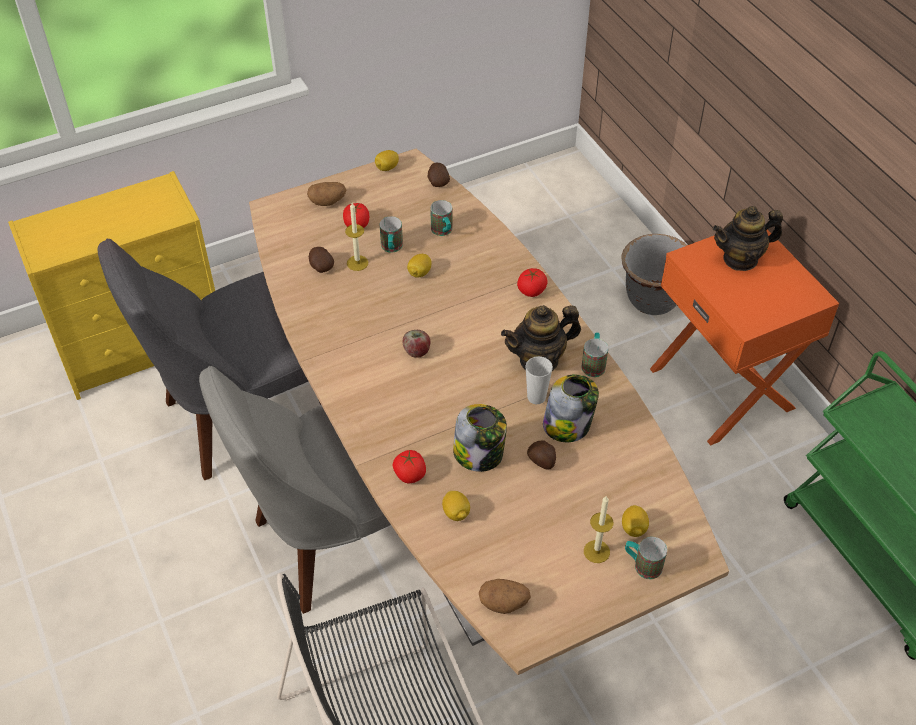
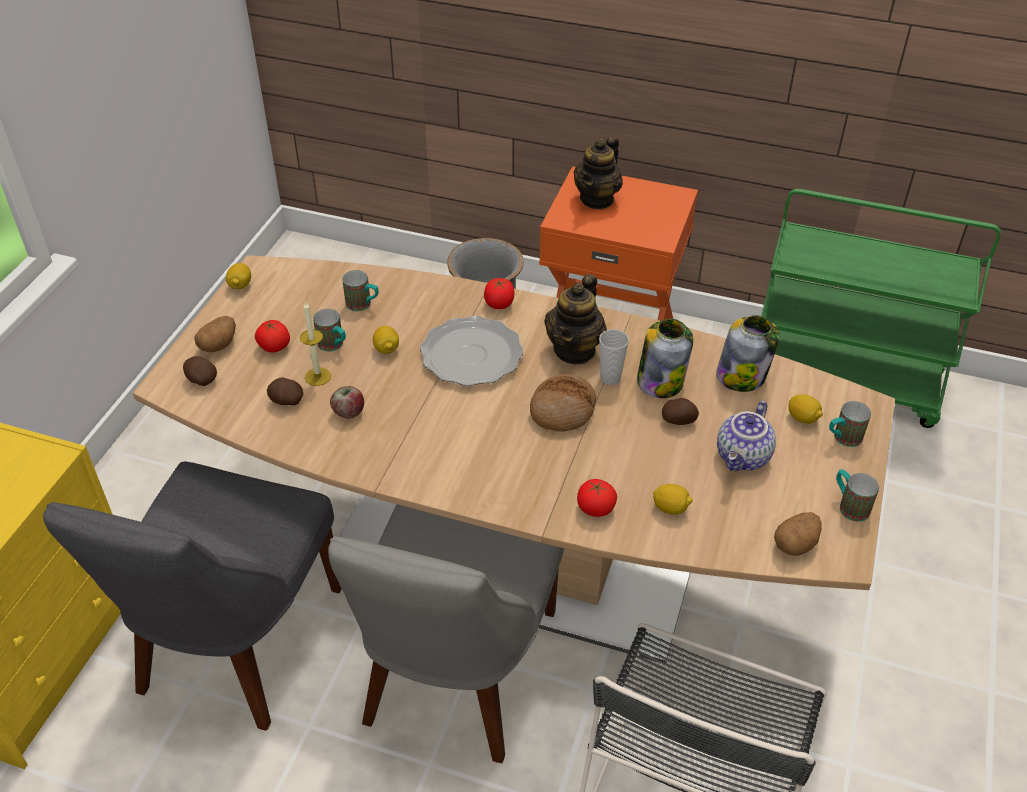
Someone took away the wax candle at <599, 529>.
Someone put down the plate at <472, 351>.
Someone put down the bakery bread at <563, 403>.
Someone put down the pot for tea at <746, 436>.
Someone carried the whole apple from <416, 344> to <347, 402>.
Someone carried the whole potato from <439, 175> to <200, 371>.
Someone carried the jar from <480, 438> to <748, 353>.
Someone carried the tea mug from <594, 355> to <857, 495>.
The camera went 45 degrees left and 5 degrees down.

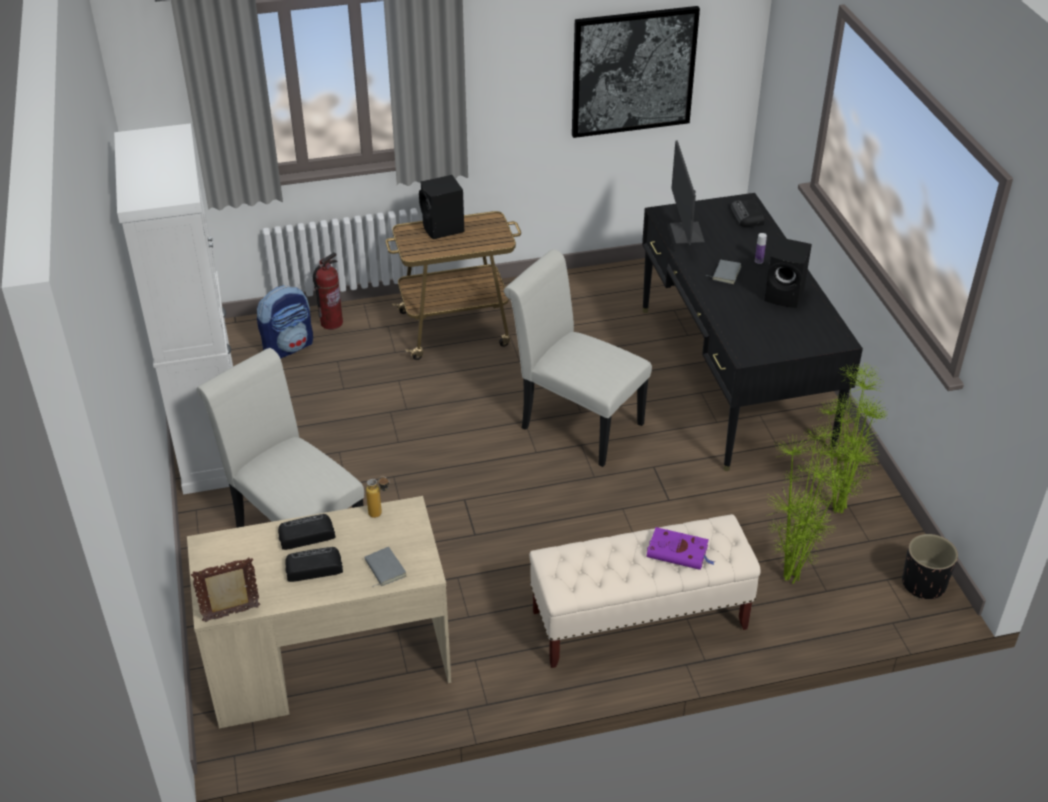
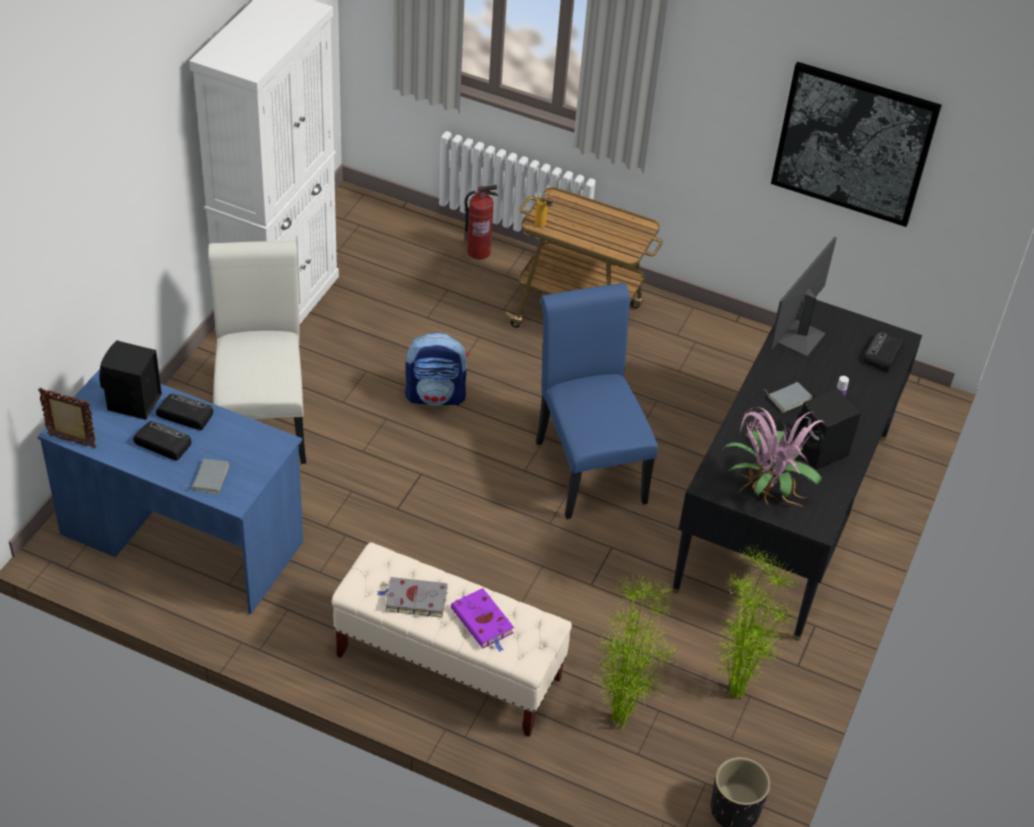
Someone put down the greyish bound book at <412, 597>.
Someone put down the plant in a pot at <773, 457>.
Someone carried the backpack from <285, 322> to <437, 369>.
Someone carried the bottle from <377, 497> to <544, 210>.
Someone carried the black-coloured audio speaker from <441, 207> to <130, 380>.
Someone repainted the beige desk at <319, 612>, which became the blue desk at <170, 491>.
Someone repainted the white upright chair at <578, 358>, which became the blue upright chair at <597, 401>.
The camera went 35 degrees right and 5 degrees up.

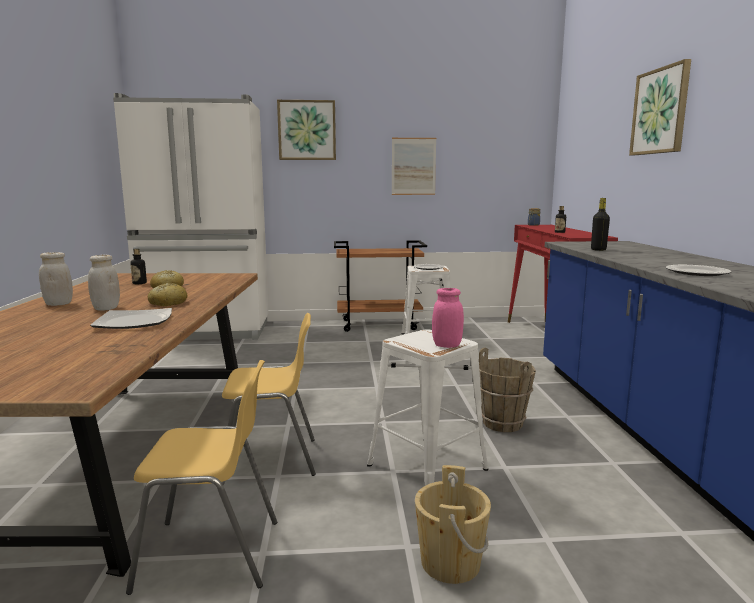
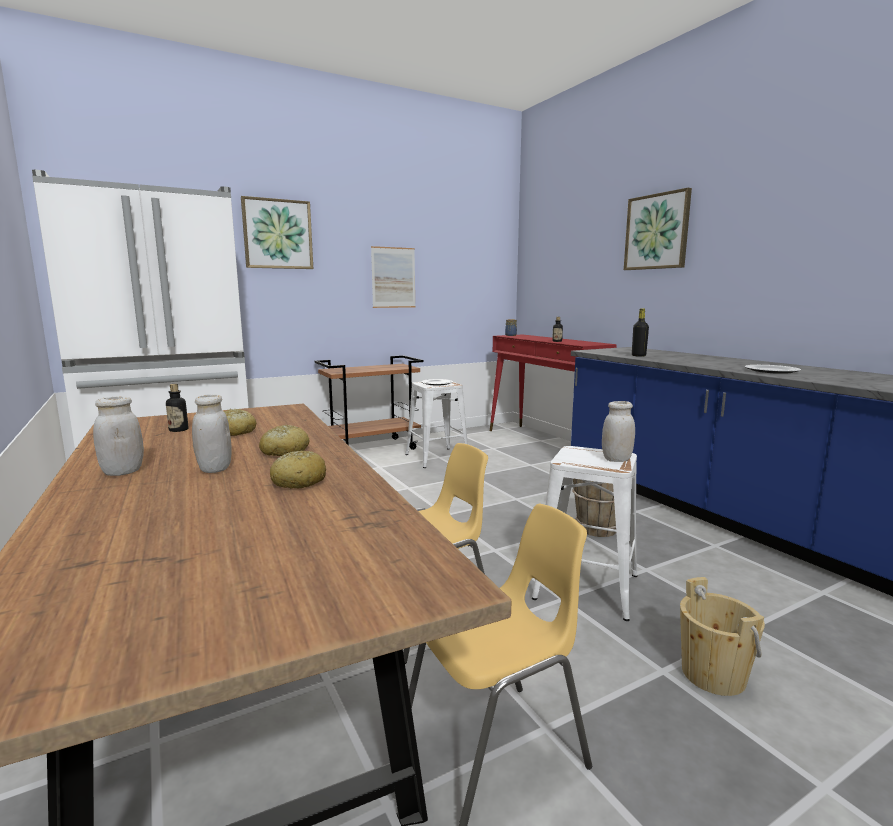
Someone swapped the plate at <131, 318> for the bakery bread at <298, 470>.
Someone repainted the pinkish jar at <448, 318>, which became the white jar at <618, 431>.
The camera went 25 degrees left and 0 degrees up.

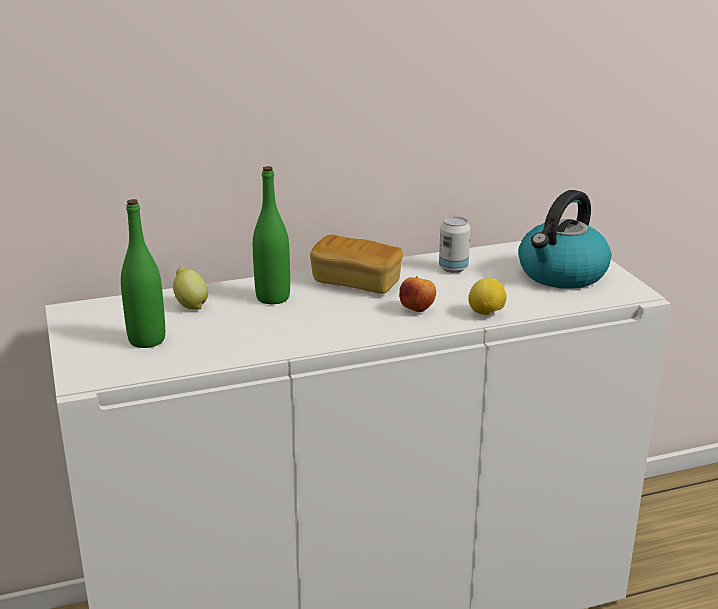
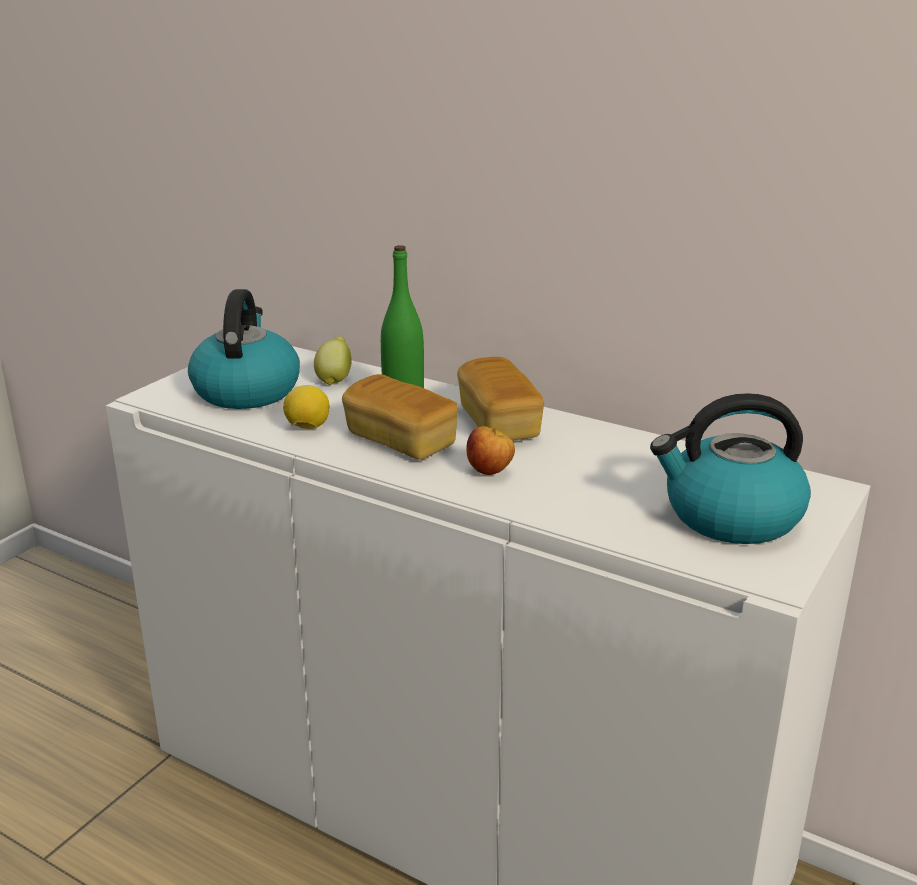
Someone took away the sealed can at <454, 244>.
Someone put down the bakery bread at <400, 417>.
Someone carried the lemon from <487, 296> to <306, 407>.
Someone swapped the green bottle at <143, 273> for the water kettle at <244, 349>.
The camera went 50 degrees right and 0 degrees up.

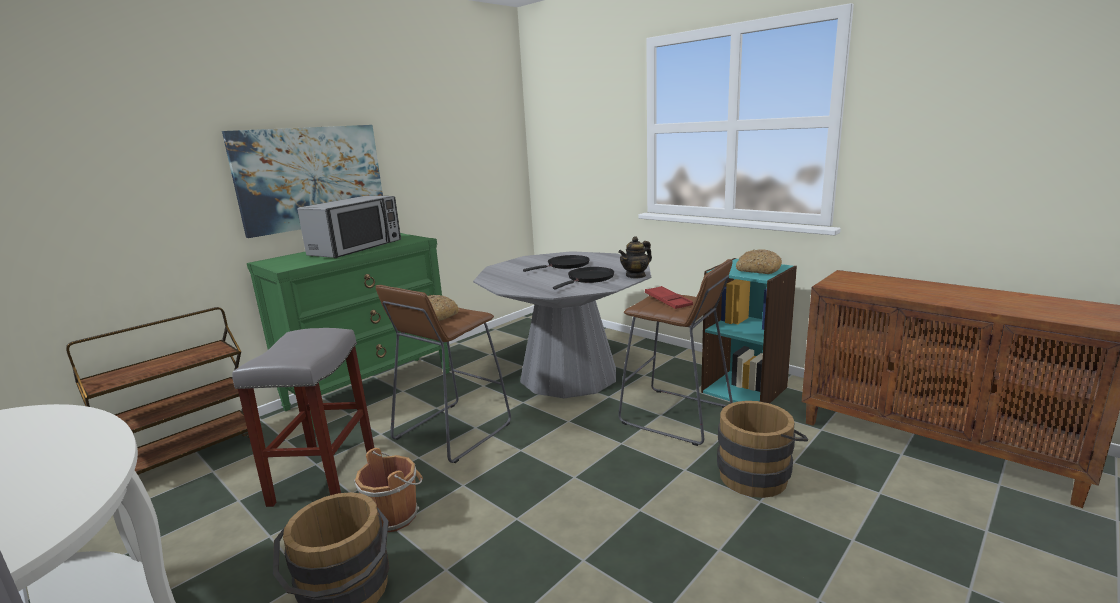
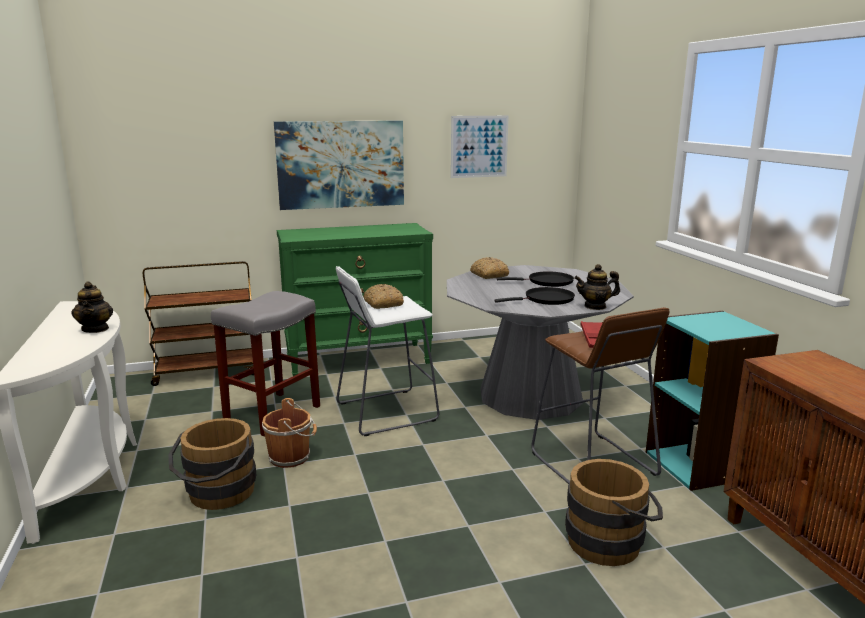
Someone took away the microwave oven at <349, 227>.
Someone put down the pot for tea at <92, 307>.
Someone put up the picture at <480, 147>.
Someone carried the bakery bread from <759, 261> to <490, 268>.
Someone repainted the brownish sitting stool at <443, 374>, which became the white sitting stool at <387, 351>.
The camera went 30 degrees right and 0 degrees up.

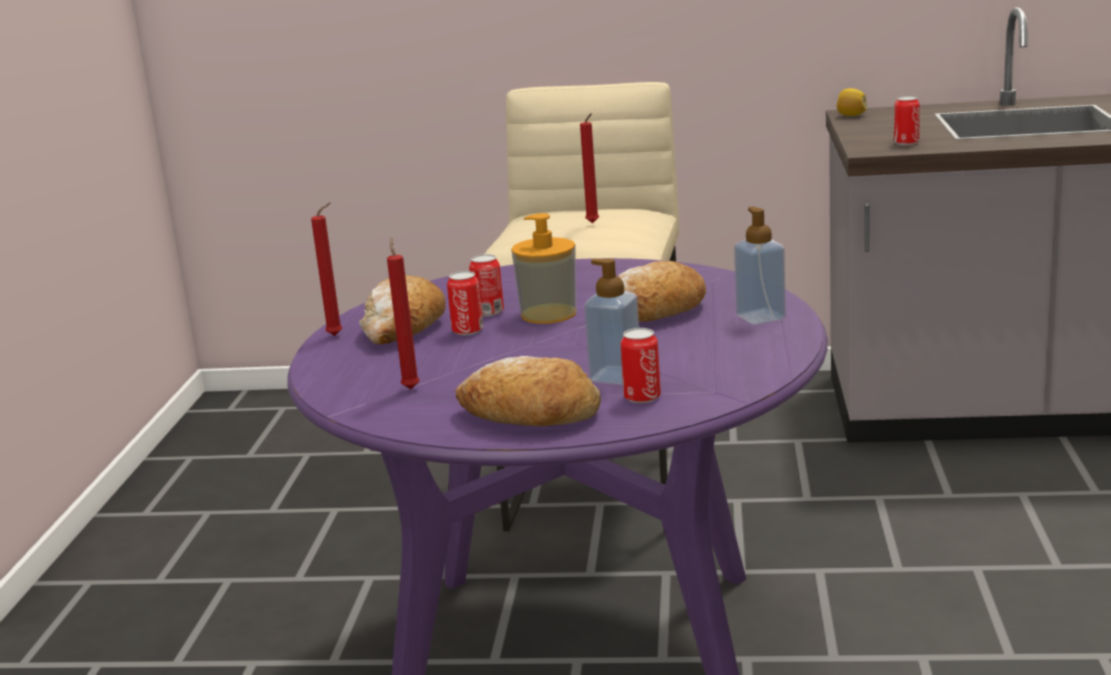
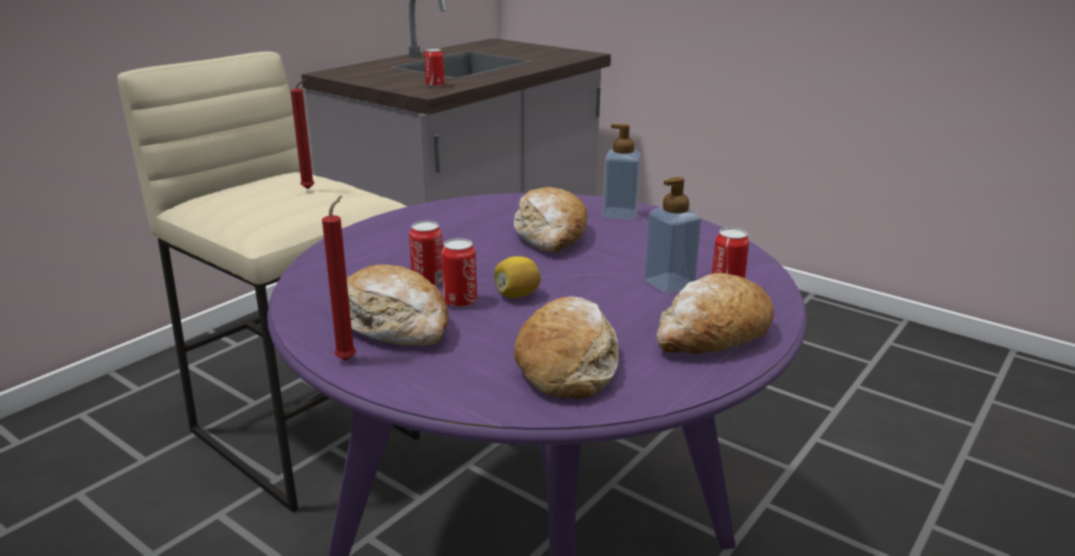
Someone took away the liquid soap bottle at <544, 268>.
Someone carried the lemon from <852, 102> to <517, 277>.
Someone swapped the reddish wax candle at <403, 313> for the bakery bread at <566, 347>.
The camera went 60 degrees left and 5 degrees up.

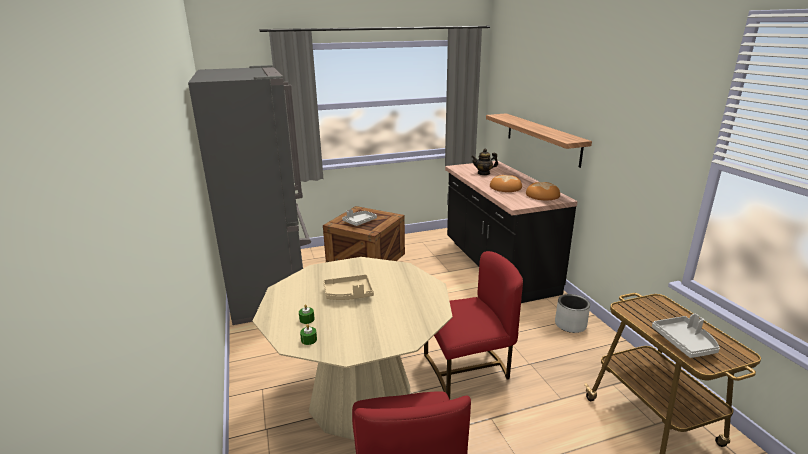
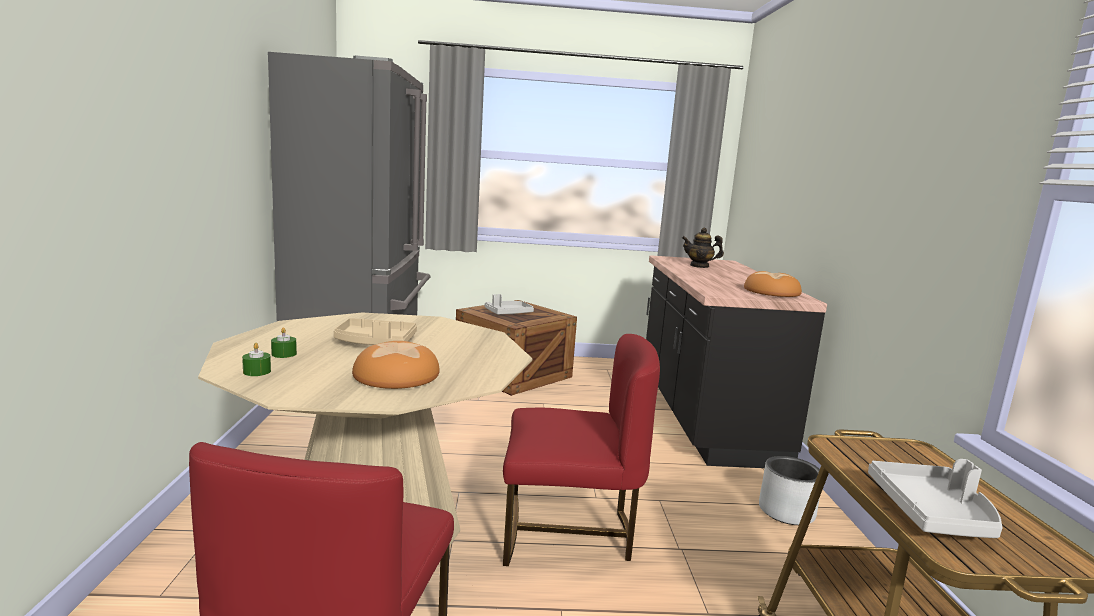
Someone took away the shelf at <539, 141>.
Someone carried the bakery bread from <506, 183> to <396, 365>.
The camera went 15 degrees right and 10 degrees down.

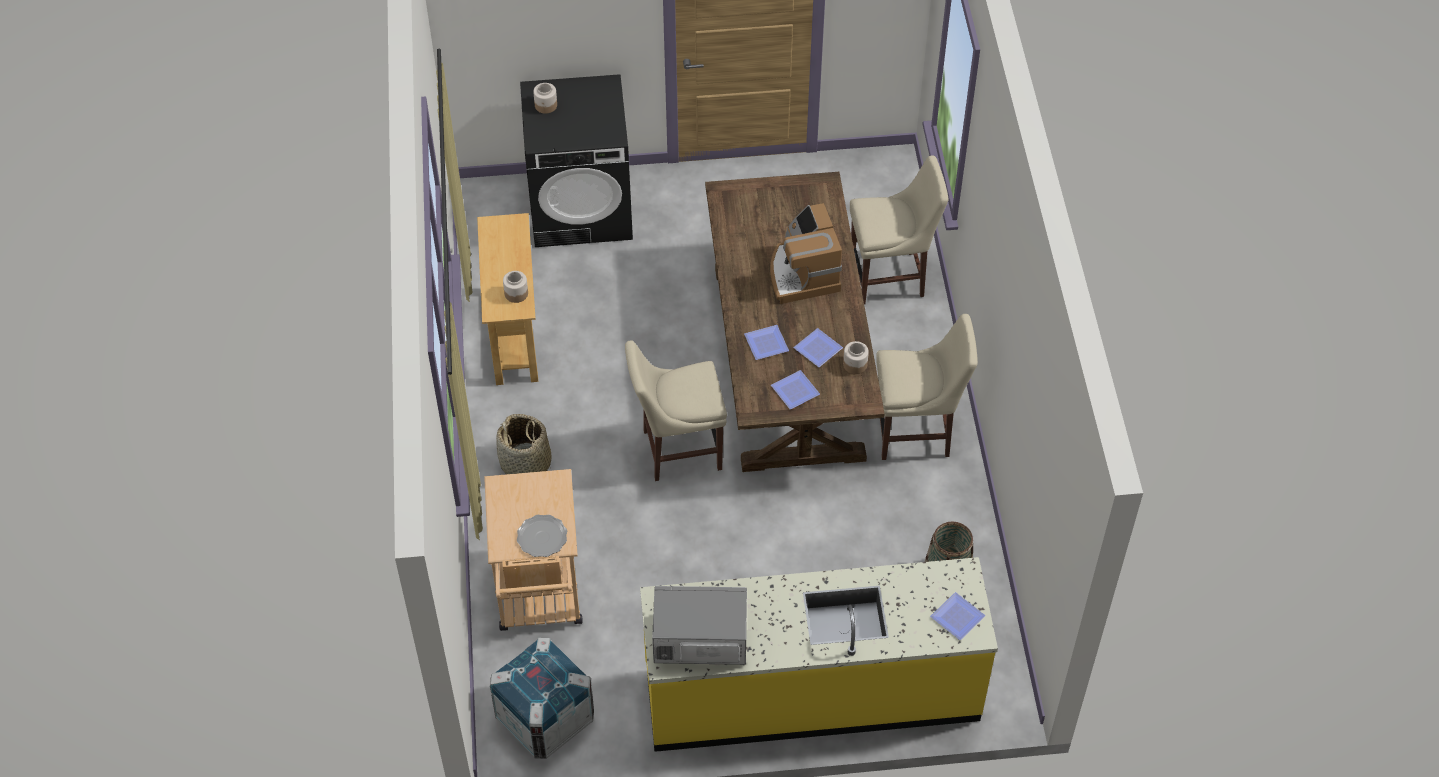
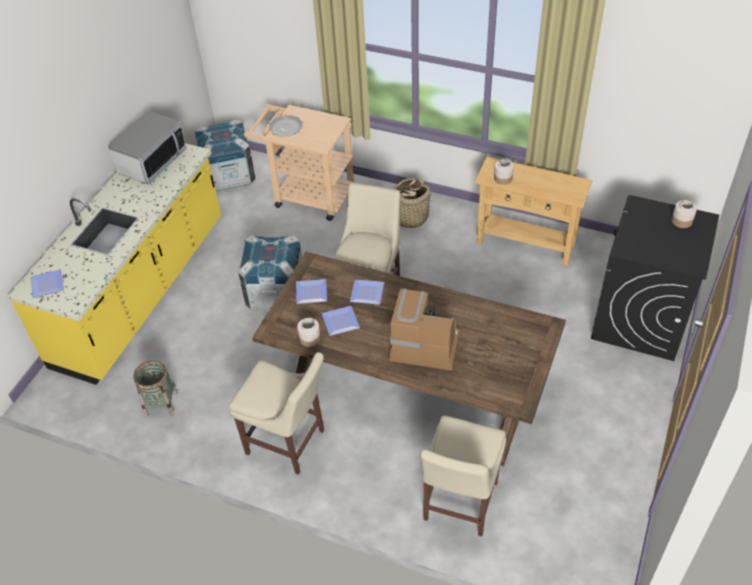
Someone put down the crate at <270, 273>.
Someone rotated the beige upright chair at <927, 387> by 90 degrees counterclockwise.
The camera went 120 degrees right and 5 degrees down.

